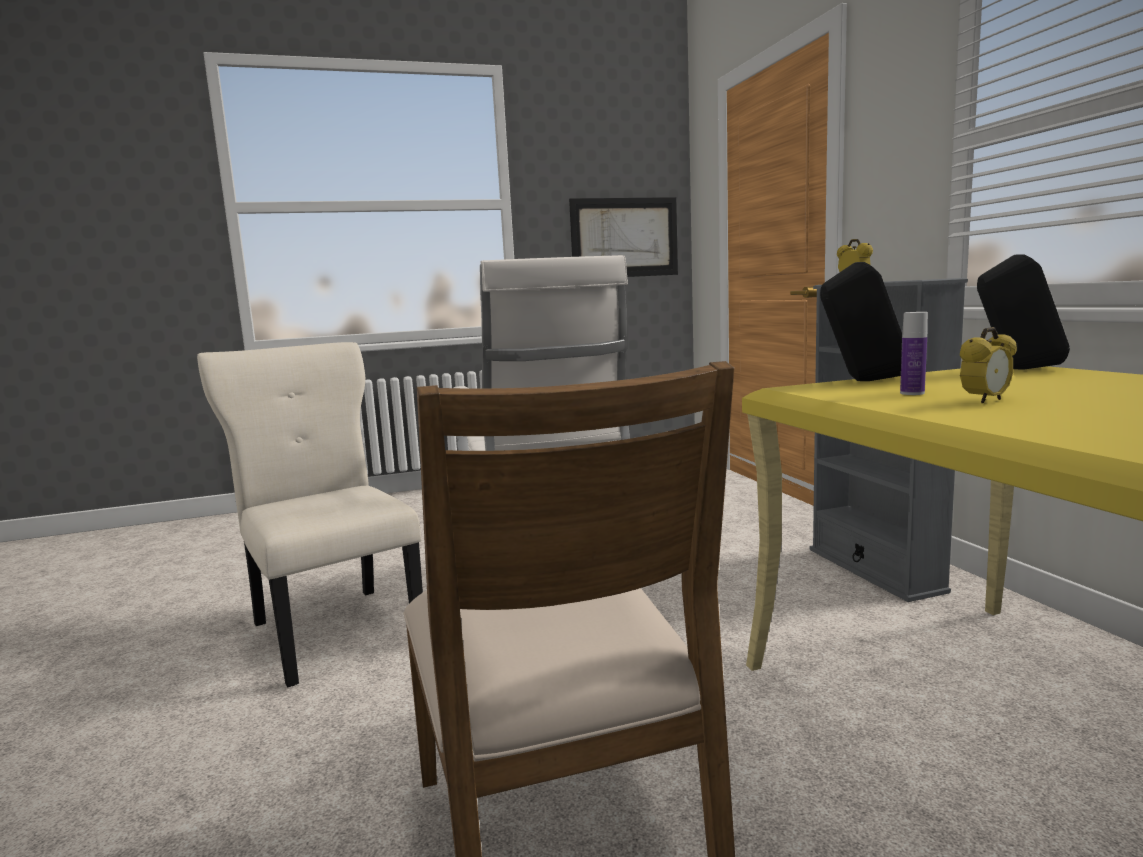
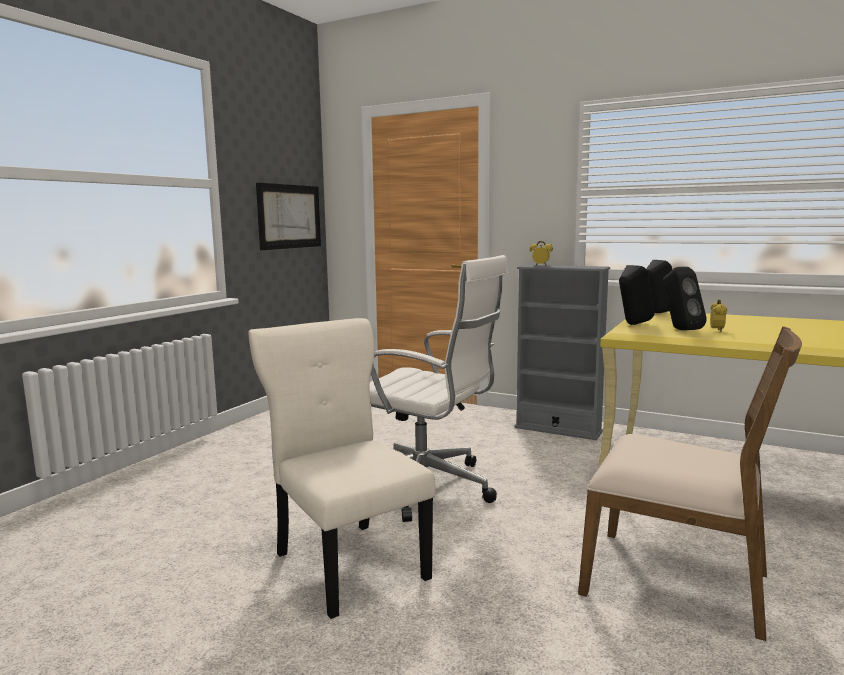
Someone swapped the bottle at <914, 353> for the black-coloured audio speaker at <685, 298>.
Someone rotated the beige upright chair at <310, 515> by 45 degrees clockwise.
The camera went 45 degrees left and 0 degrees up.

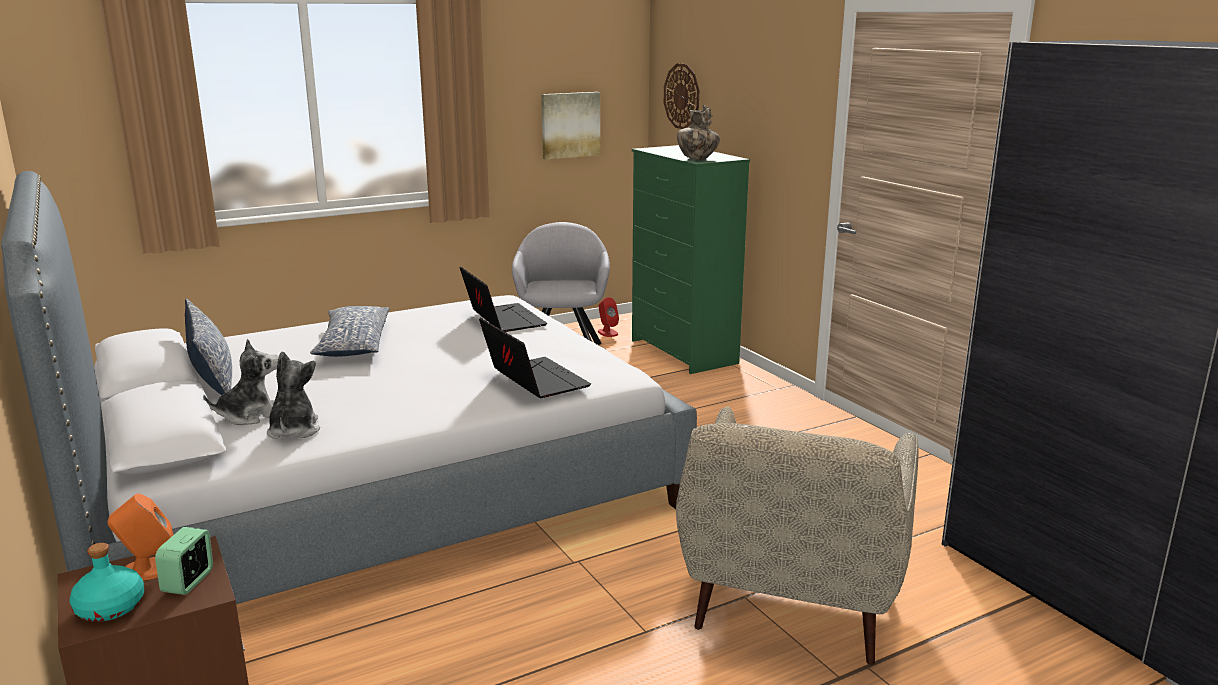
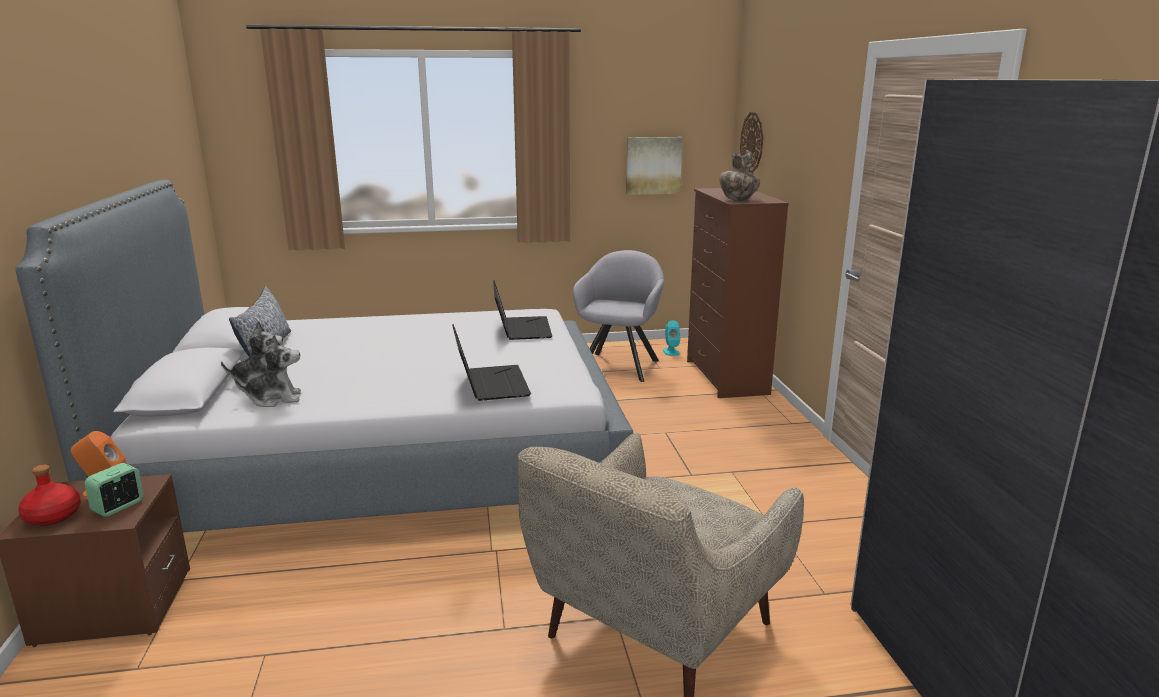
Someone took away the throw pillow at <349, 331>.
Someone repainted the blue-green bottle at <106, 582>, which became the reddish bottle at <49, 495>.
Someone repainted the reddish audio speaker at <608, 317>, which became the blue-green audio speaker at <671, 338>.
Someone repainted the green drawer chest at <691, 259>, which became the brownish drawer chest at <738, 293>.
Someone rotated the plush toy at <293, 395> by 60 degrees clockwise.
The camera went 20 degrees right and 0 degrees up.

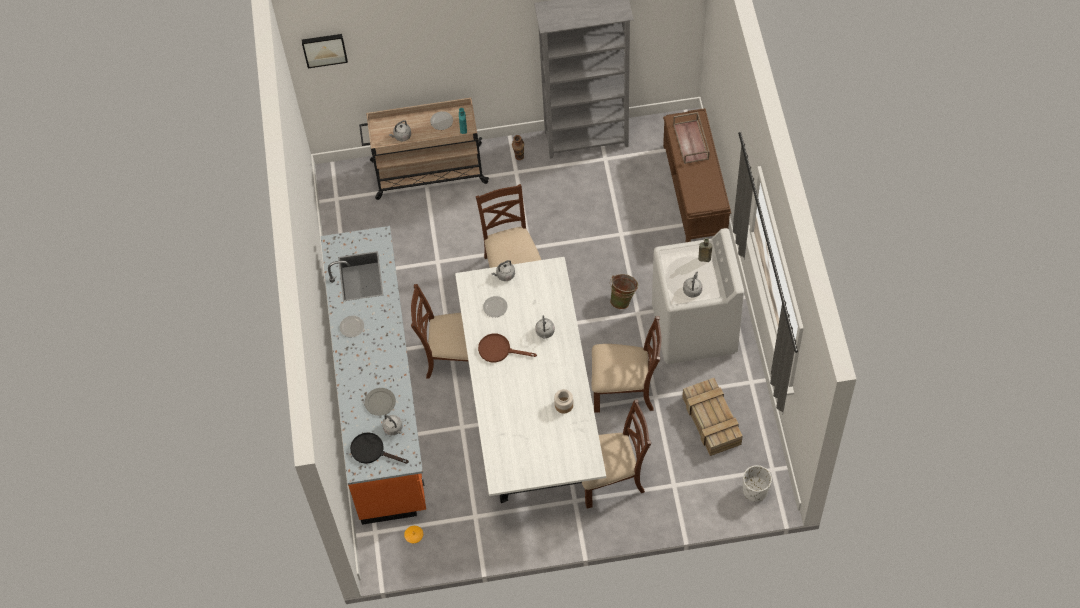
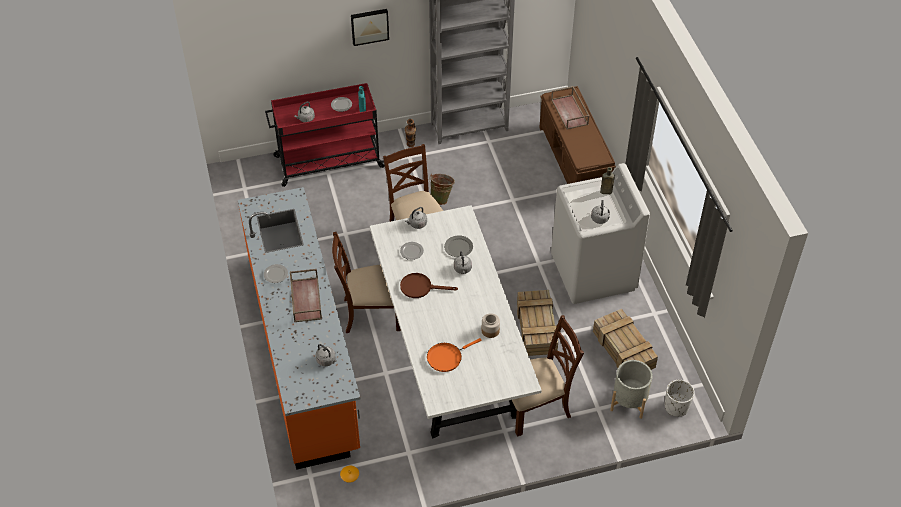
Someone took away the black-coloured skillet at <379, 448>.
Someone put down the brownish carrying tray at <306, 296>.
Someone put down the orangey skillet at <454, 355>.
Someone put down the greyish planter at <631, 389>.
Someone carried the picture from <325, 51> to <370, 27>.
Someone carried the greyish plate from <380, 402> to <458, 246>.
Someone carried the green bucket from <624, 291> to <442, 189>.
Someone swapped the brownish upright chair at <626, 364> for the crate at <537, 323>.
Someone repainted the beige wheeled cart at <424, 149>, which became the reddish wheeled cart at <325, 135>.
The camera went 10 degrees left and 10 degrees down.

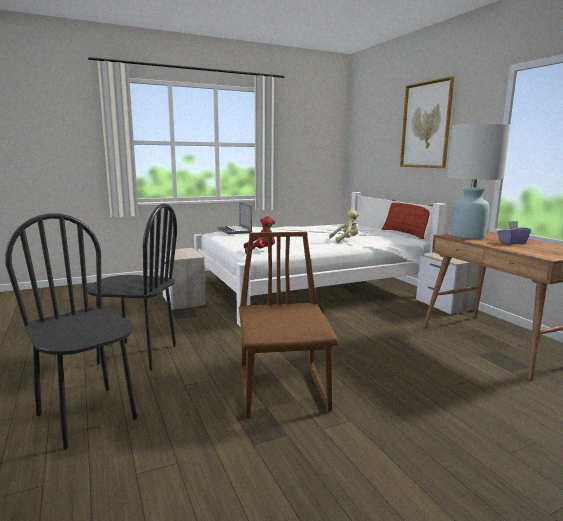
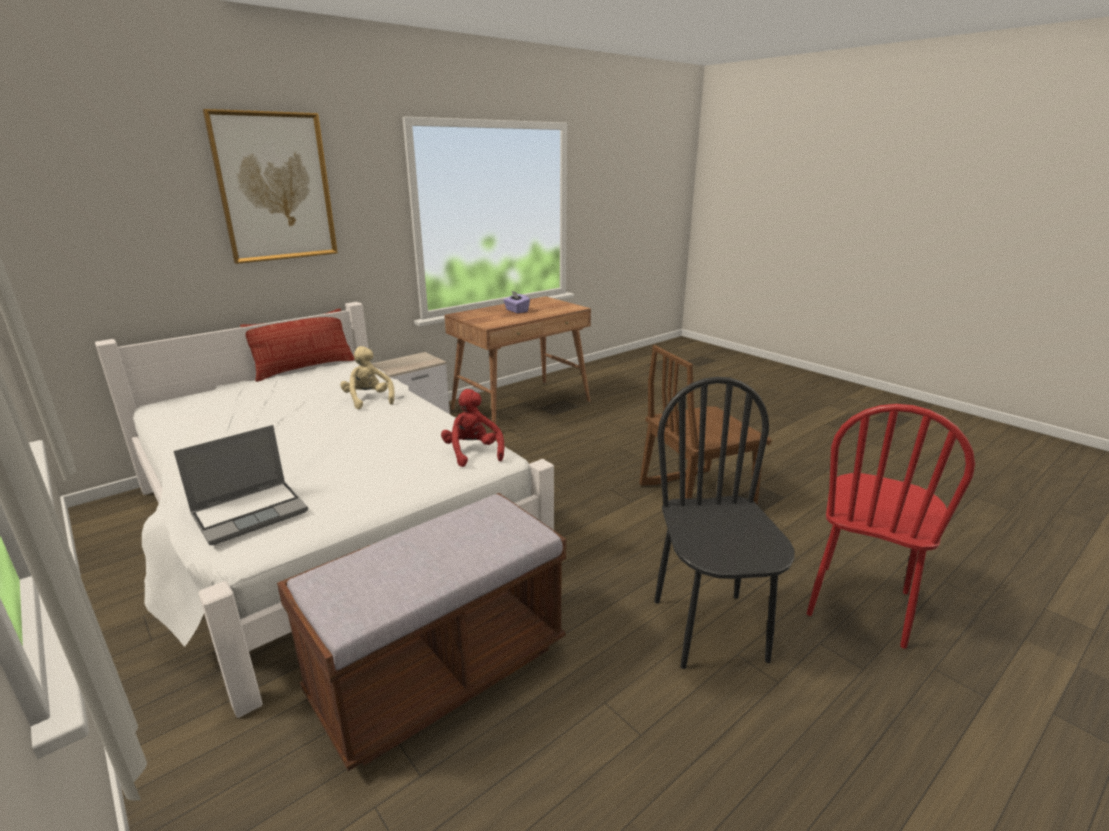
Someone took away the white lamp for a table at <479, 181>.
Someone swapped the bedside table at <183, 279> for the brownish indoor bench at <421, 632>.
Someone repainted the black-coloured upright chair at <71, 331>, which became the reddish upright chair at <890, 526>.
The camera went 105 degrees left and 10 degrees up.

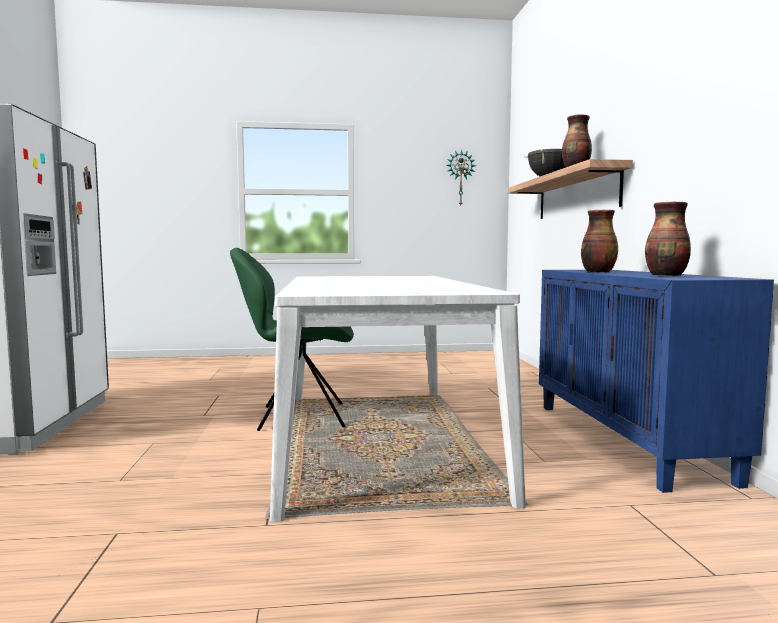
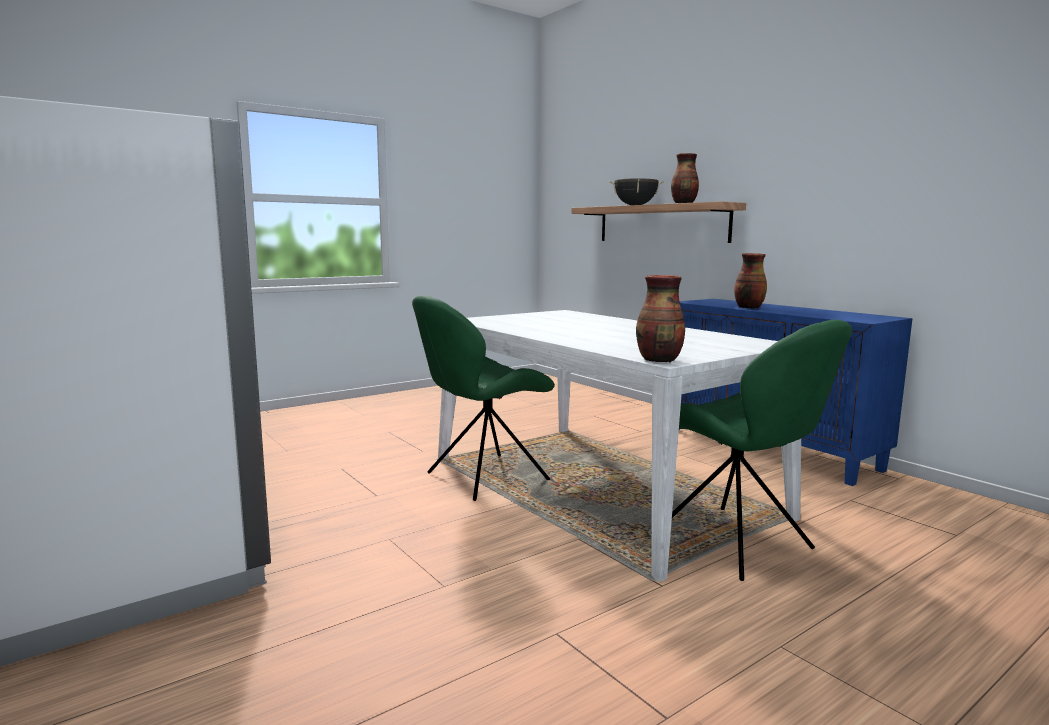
Someone took away the wall clock at <461, 178>.
Someone put down the green upright chair at <751, 450>.
Someone carried the vase from <668, 239> to <660, 319>.
The camera went 30 degrees left and 5 degrees up.

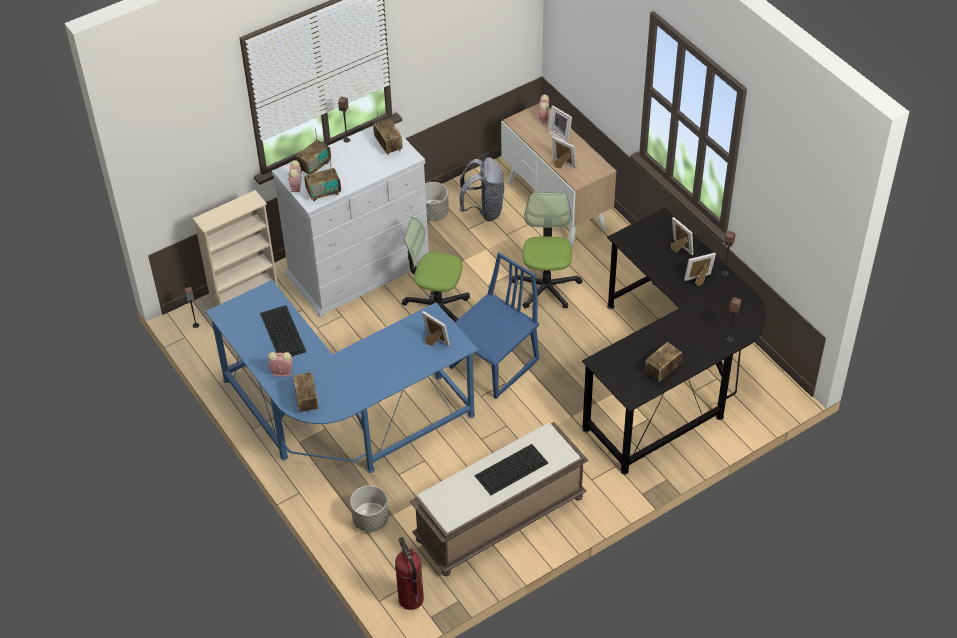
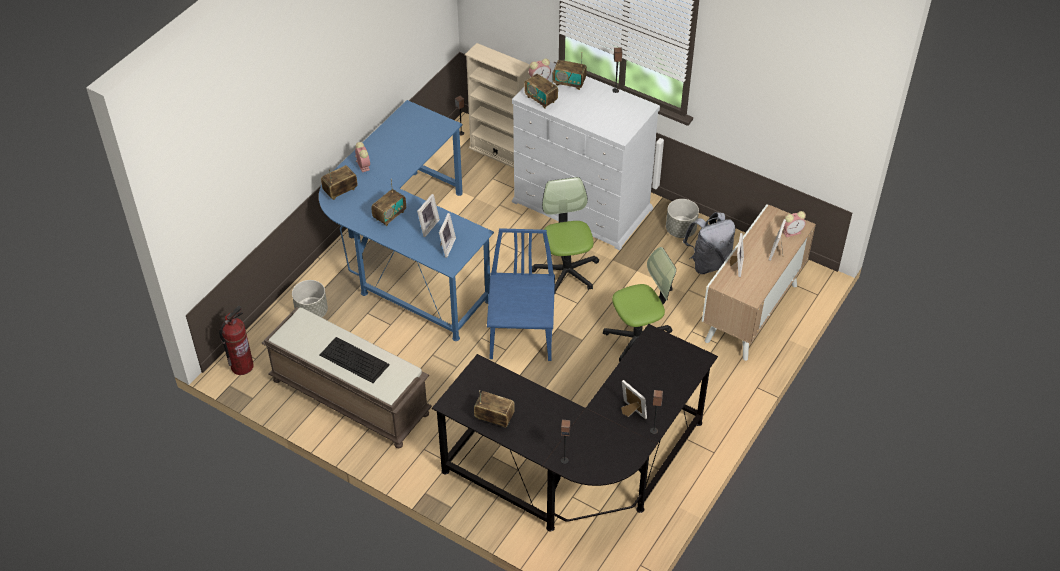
Someone took away the computer keyboard at <283, 331>.
Someone carried the radio from <388, 132> to <388, 202>.
Someone carried the picture frame from <682, 236> to <428, 215>.
Someone rotated the blue upright chair at <494, 325> by 105 degrees counterclockwise.
The camera went 65 degrees right and 0 degrees up.

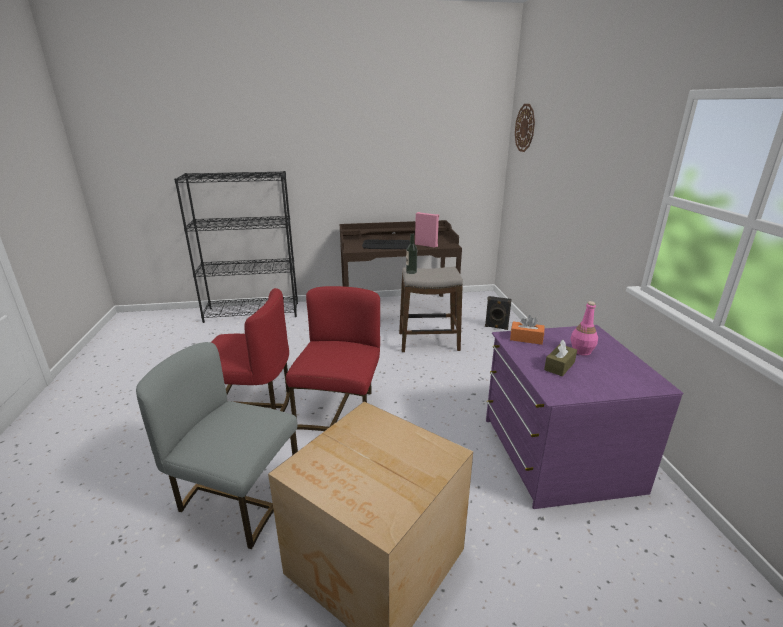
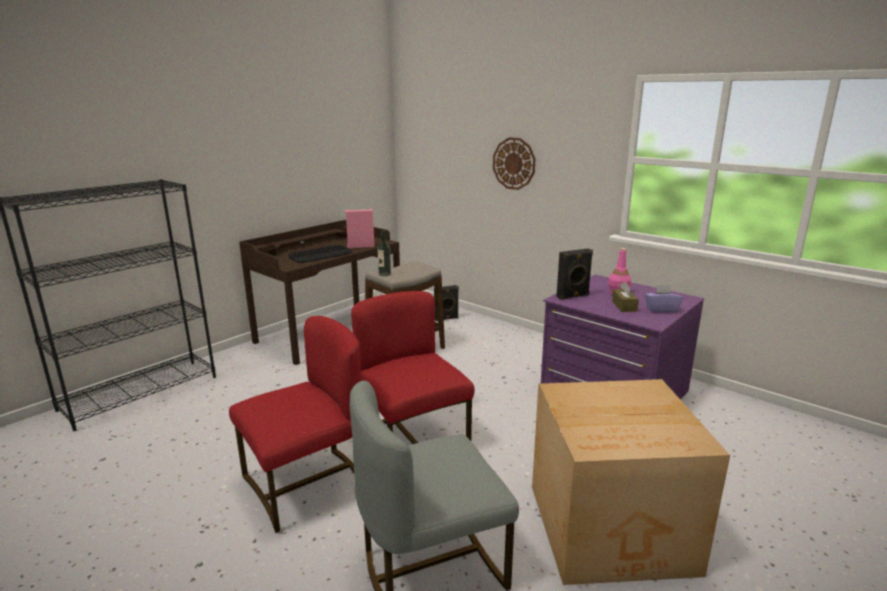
Someone put down the purplish box of tissues at <664, 298>.
Someone carried the wall clock from <525, 128> to <514, 163>.
Someone swapped the orangey box of tissues at <527, 330> for the black-coloured audio speaker at <574, 274>.
The camera went 40 degrees left and 5 degrees down.

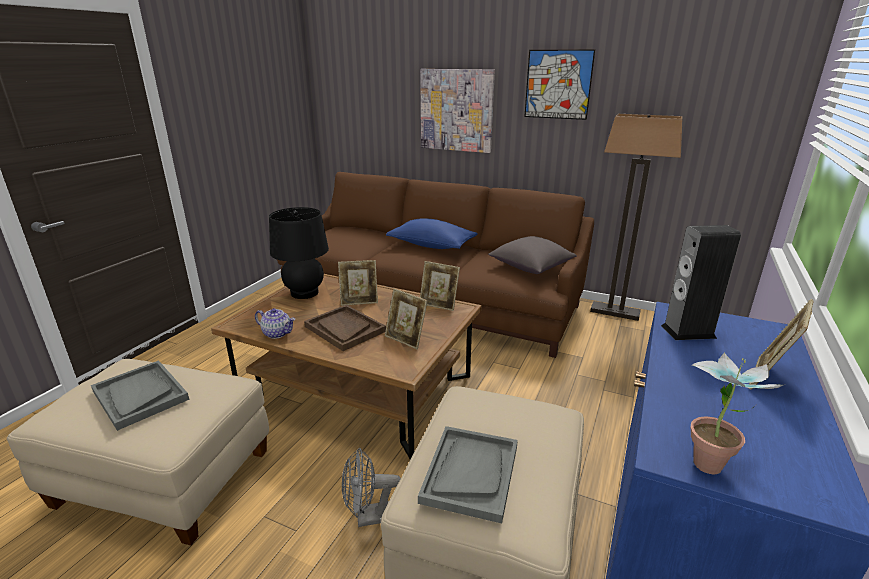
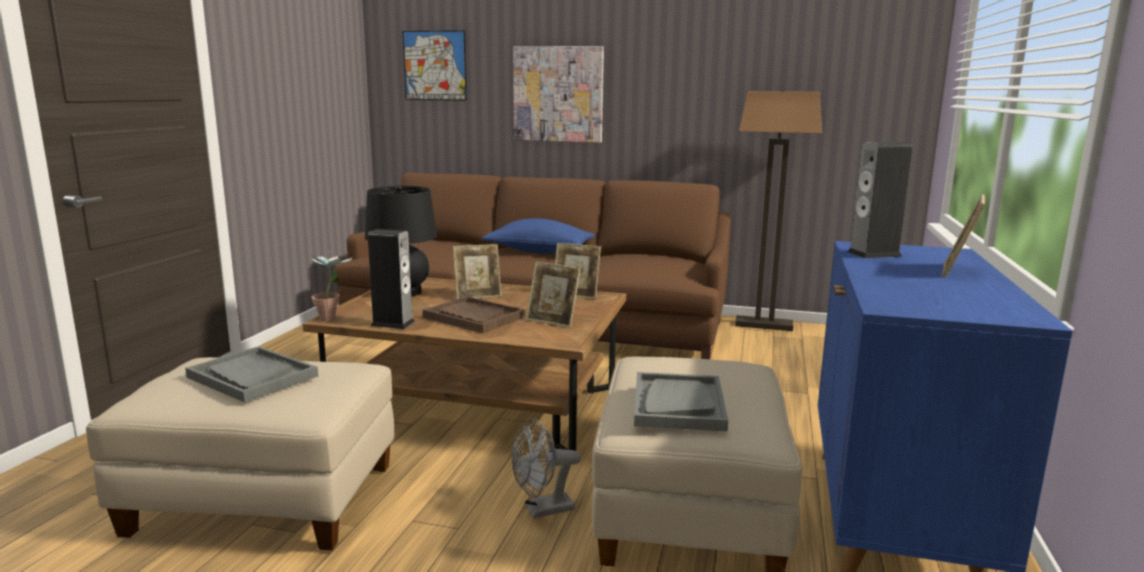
Someone took away the greyish throw pillow at <532, 255>.
Someone carried the picture from <559, 85> to <434, 65>.
Someone carried the plant in a pot from <737, 414> to <331, 285>.
Someone swapped the pot for tea at <275, 323> for the audio speaker at <391, 279>.
The camera went 10 degrees left and 10 degrees down.

